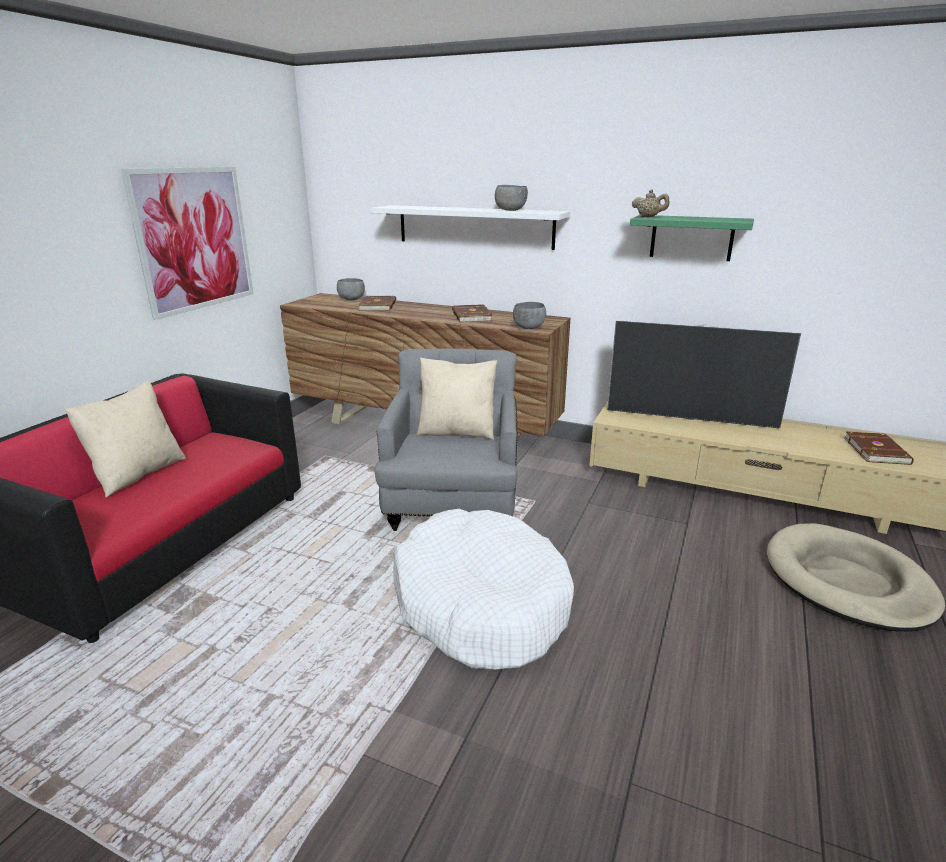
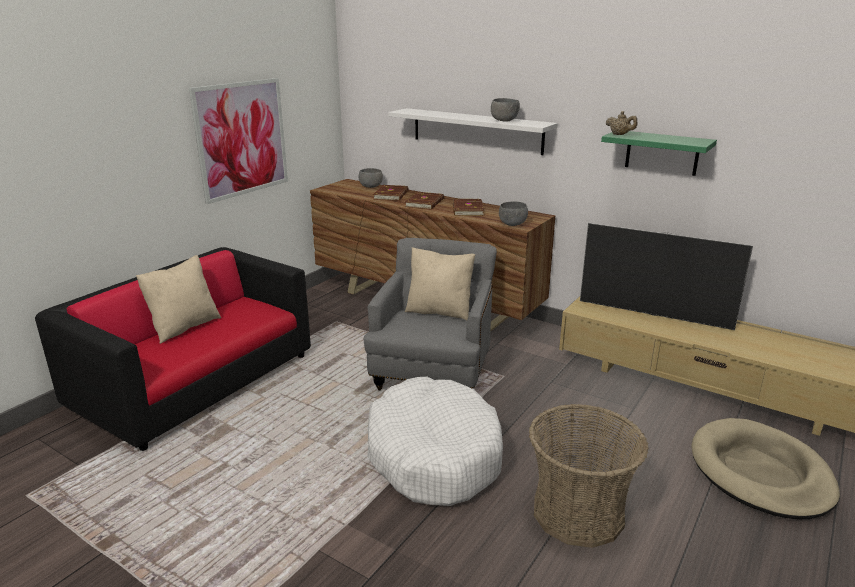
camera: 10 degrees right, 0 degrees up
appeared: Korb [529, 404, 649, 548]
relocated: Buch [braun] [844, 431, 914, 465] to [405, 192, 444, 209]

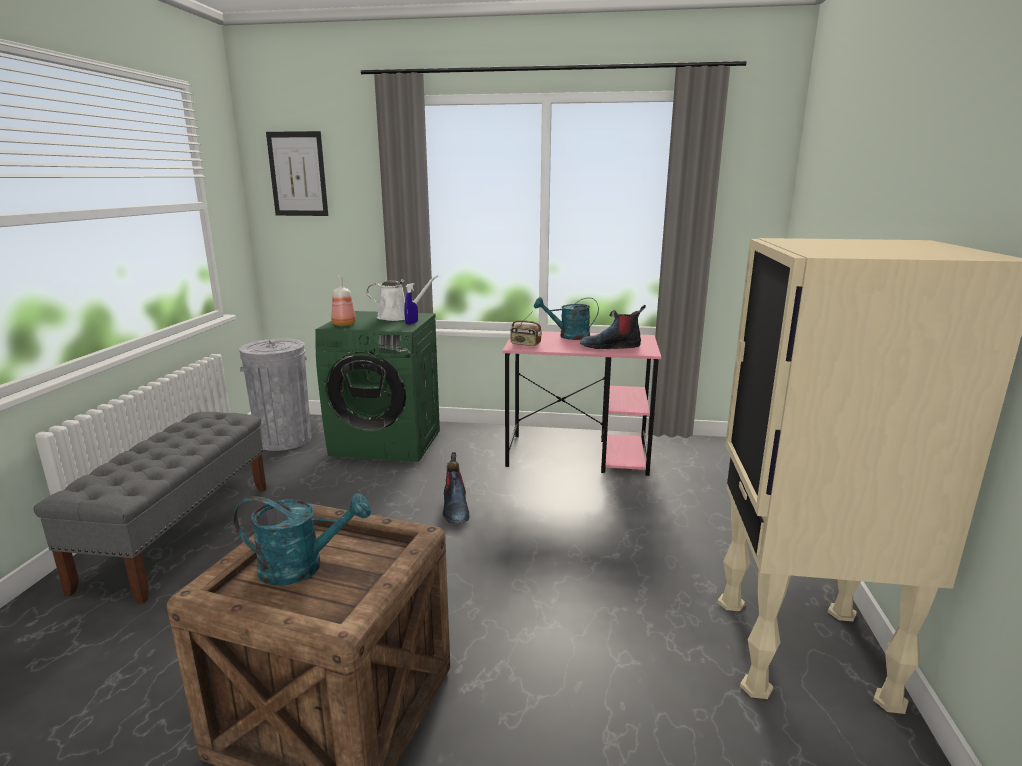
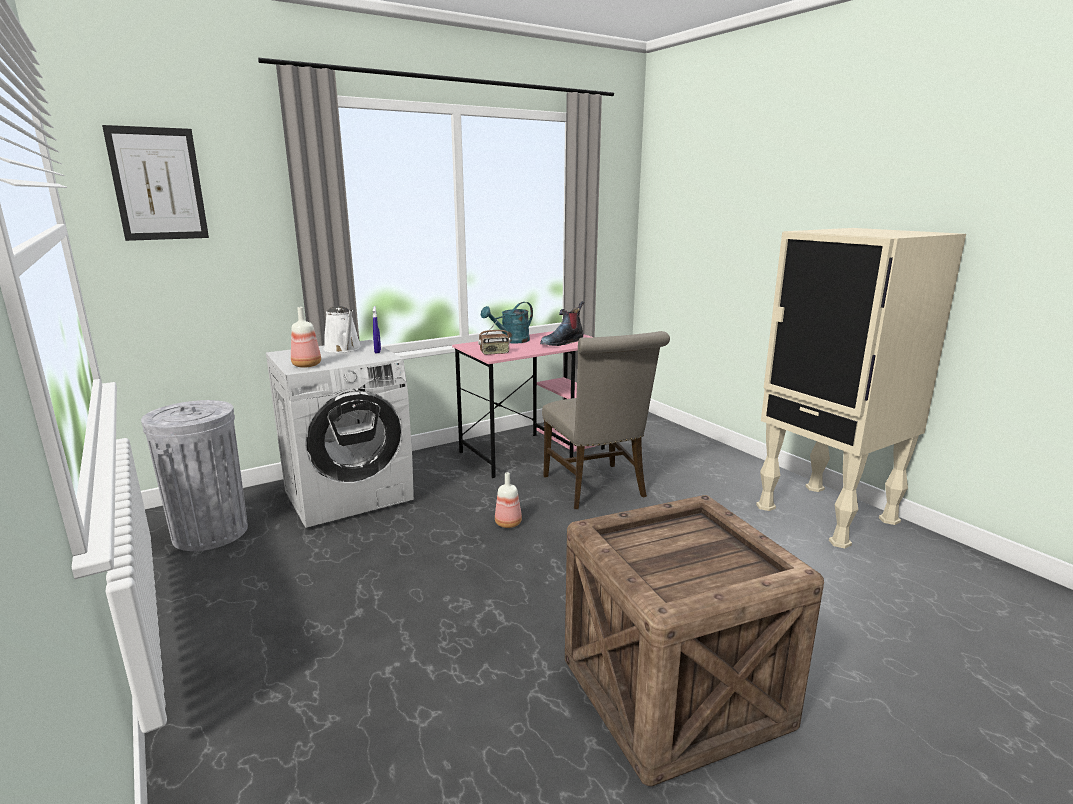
camera: 40 degrees left, 0 degrees up
missing: Bank [grau] [34, 412, 267, 604]; Gießkanne [türkis] [233, 493, 371, 585]
appeared: Stuhl [beige] [542, 331, 670, 509]
exchanged: Stiefel [443, 452, 469, 524] to Flasche [495, 472, 522, 528]
colour: Waschmaschine [grün] [315, 311, 440, 462] to Waschmaschine [weiß] [266, 340, 414, 528]
spun: Gießkanne [weiß] [367, 275, 438, 321] = [323, 306, 361, 353] 105 degrees clockwise

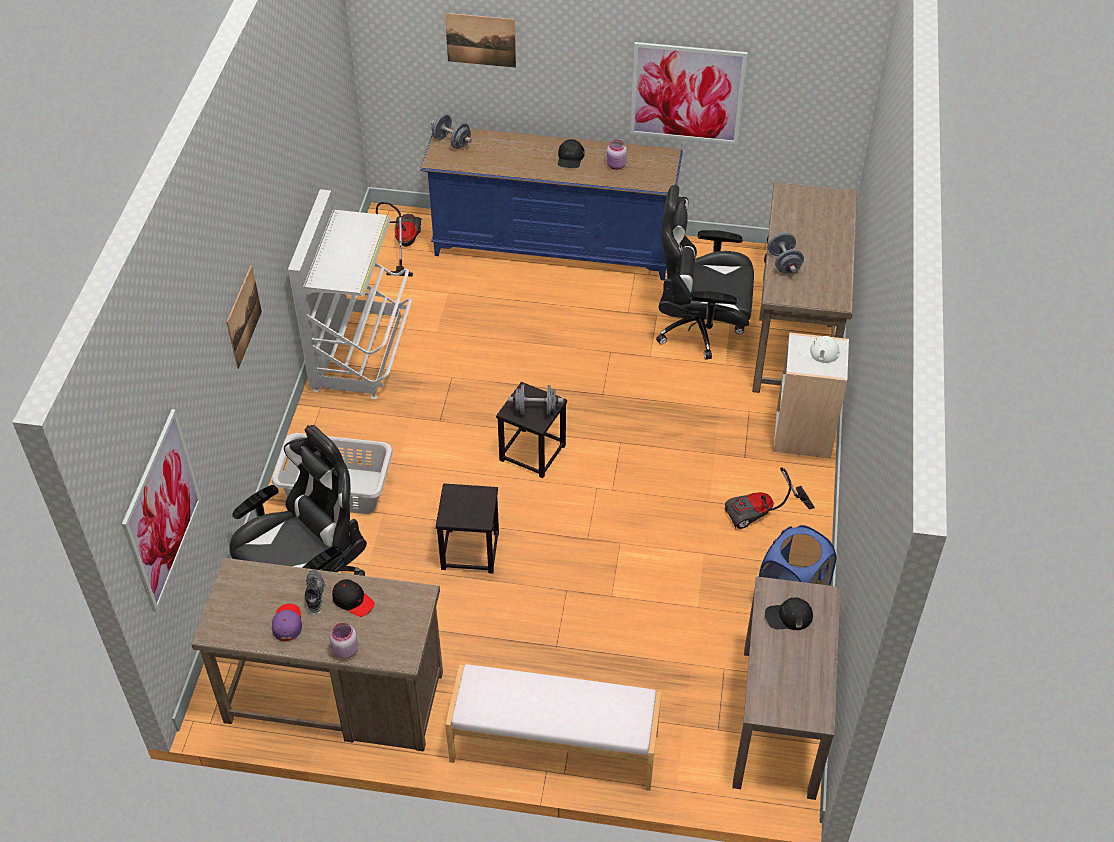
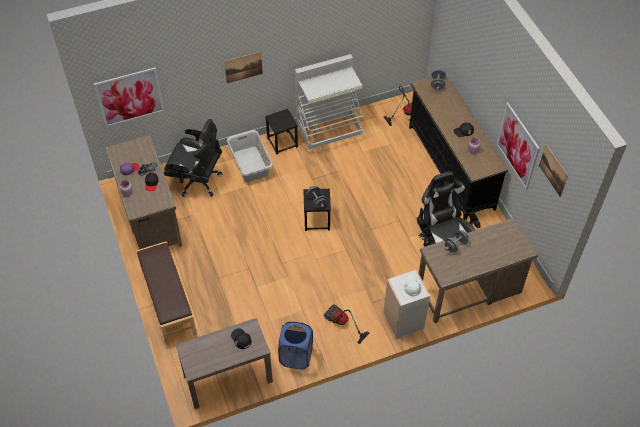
camera: 60 degrees right, 5 degrees up
relocated: Bild [445, 13, 516, 68] to [539, 144, 568, 197]; Hocker [schwarz] [436, 483, 499, 574] to [265, 109, 298, 155]
colour: Schrank [blau] [420, 127, 683, 280] to Schrank [schwarz] [409, 76, 508, 220]; Bank [weiß] [445, 664, 662, 791] to Bank [braun] [136, 241, 197, 345]

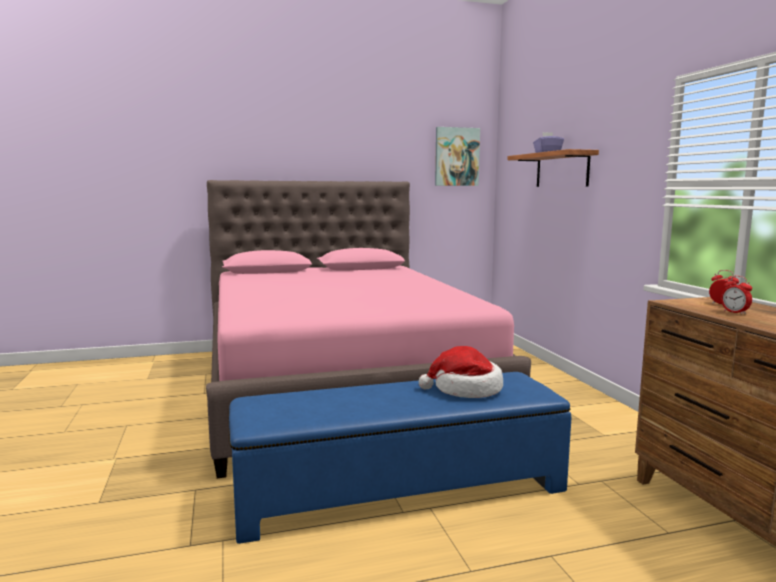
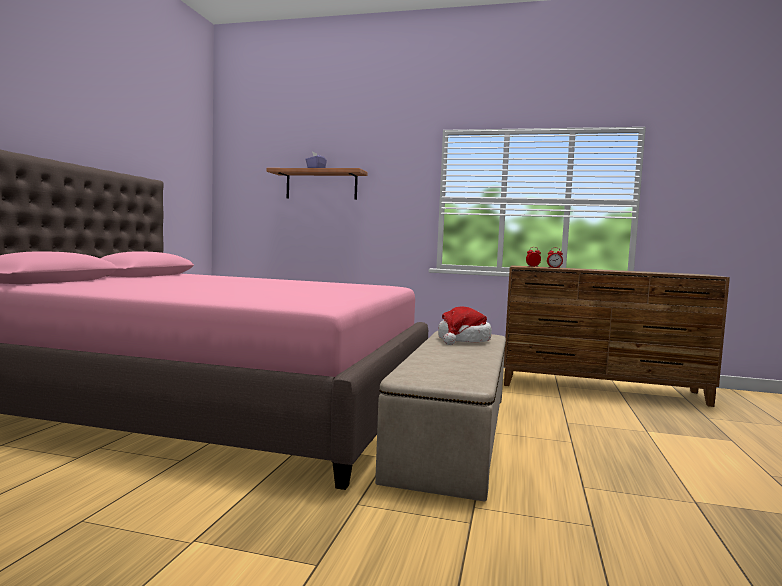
camera: 60 degrees left, 5 degrees down
missing: Bild [435, 127, 480, 186]
colour: Bank [blau] [229, 372, 572, 544] to Bank [beige] [375, 331, 506, 502]

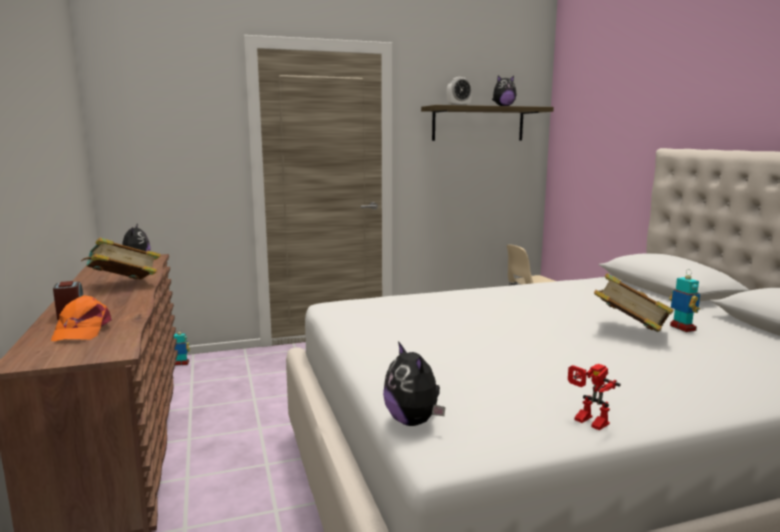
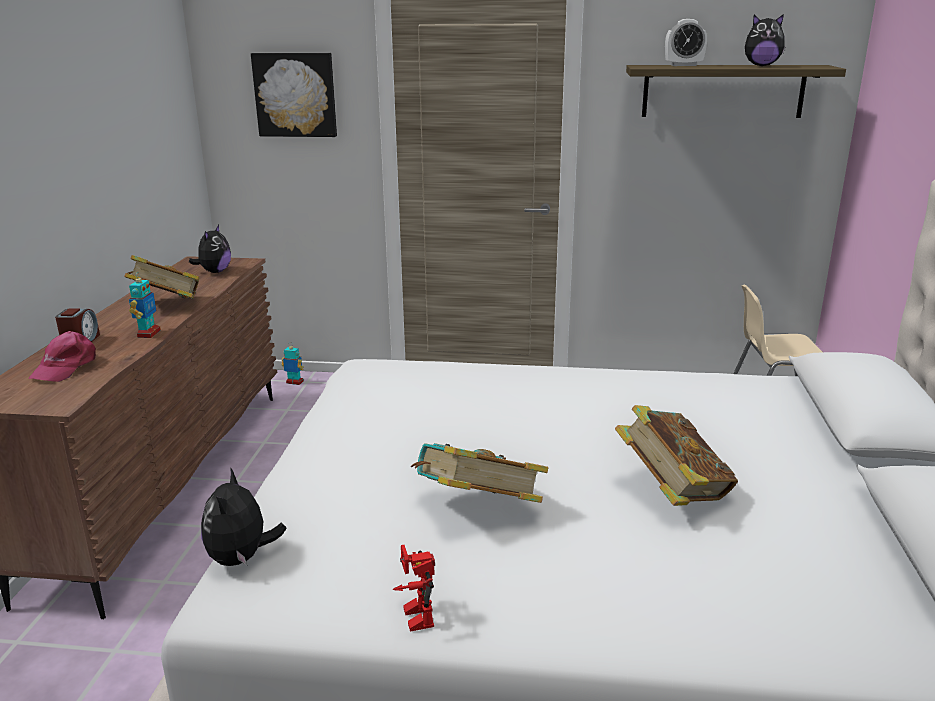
camera: 25 degrees right, 10 degrees up
appeared: Bild [251, 53, 337, 137]; Buch [411, 443, 548, 503]
relocated: Spielzeugroboter [669, 269, 700, 332] to [129, 272, 161, 338]
colour: Kappe [orange] [51, 295, 112, 341] to Kappe [rosa] [28, 331, 96, 382]

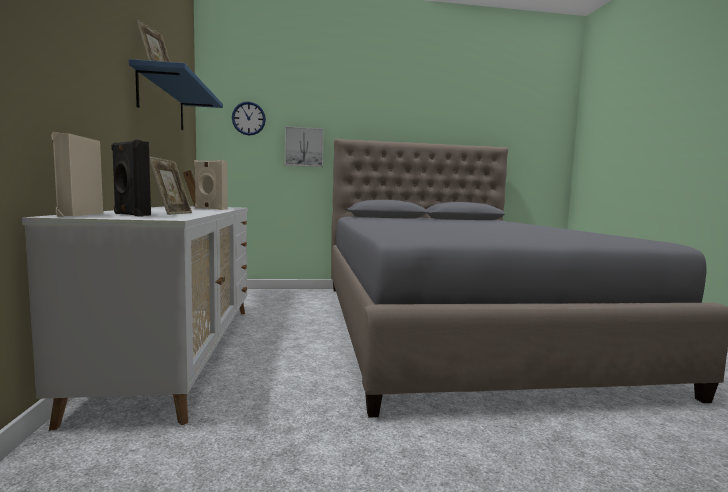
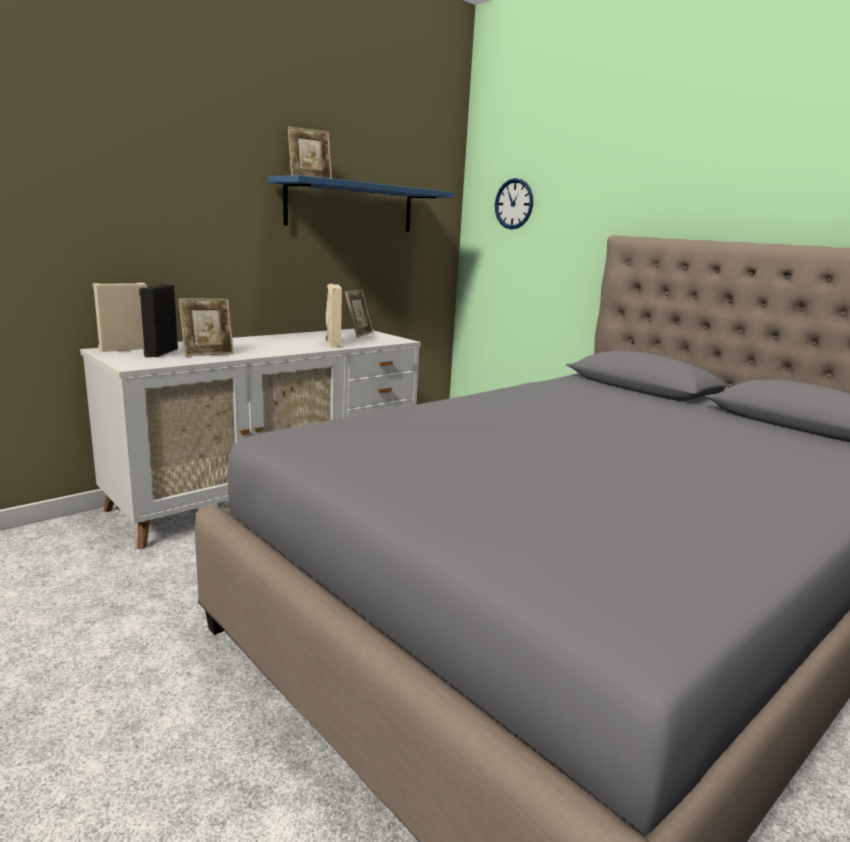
camera: 55 degrees right, 10 degrees up
missing: Bild [285, 126, 324, 167]

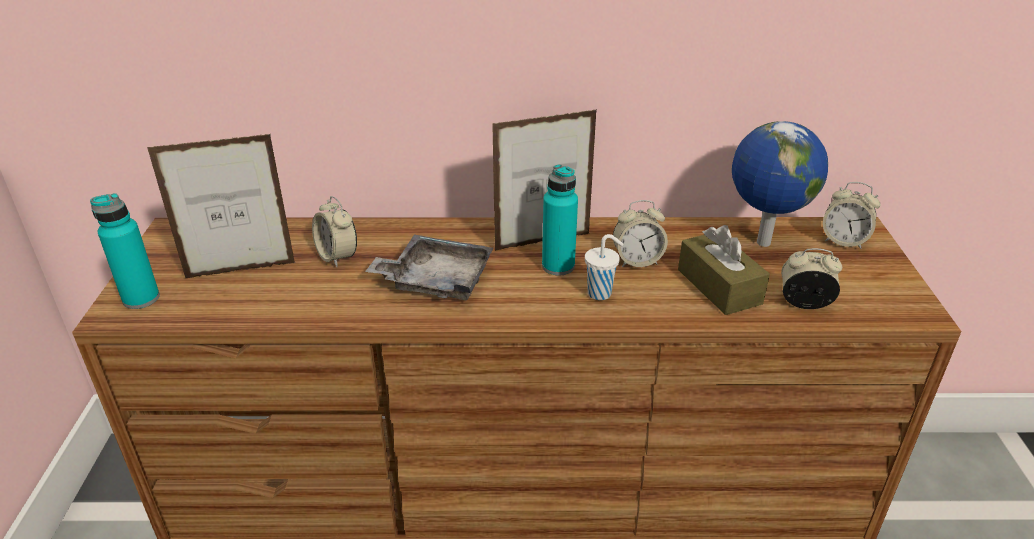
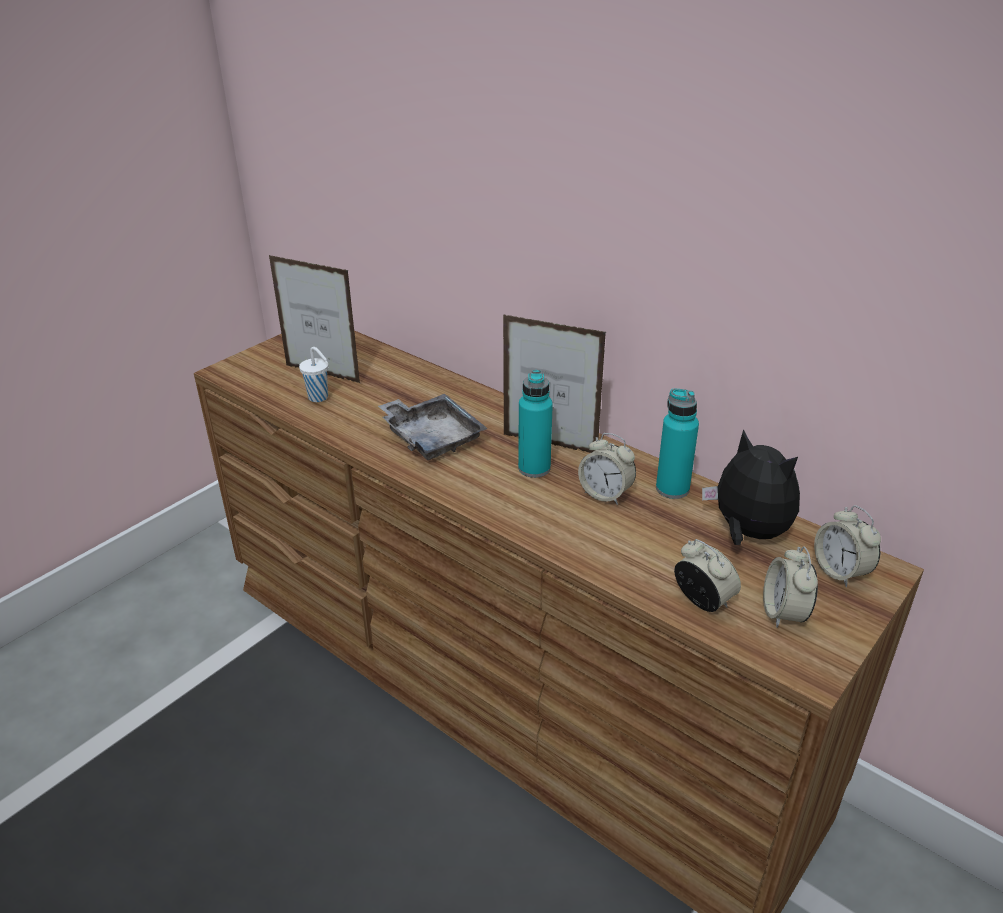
camera: 40 degrees right, 0 degrees up
missing: Taschentuchbox [braun] [678, 225, 770, 315]
relocated: Flasche [türkis] [90, 193, 160, 309] to [656, 389, 699, 499]; Wecker [312, 196, 357, 267] to [763, 546, 818, 628]; Tasse [weiß] [585, 234, 624, 300] to [299, 347, 329, 402]
exchanged: Globus [732, 121, 828, 247] to Plüschtier [702, 429, 800, 545]

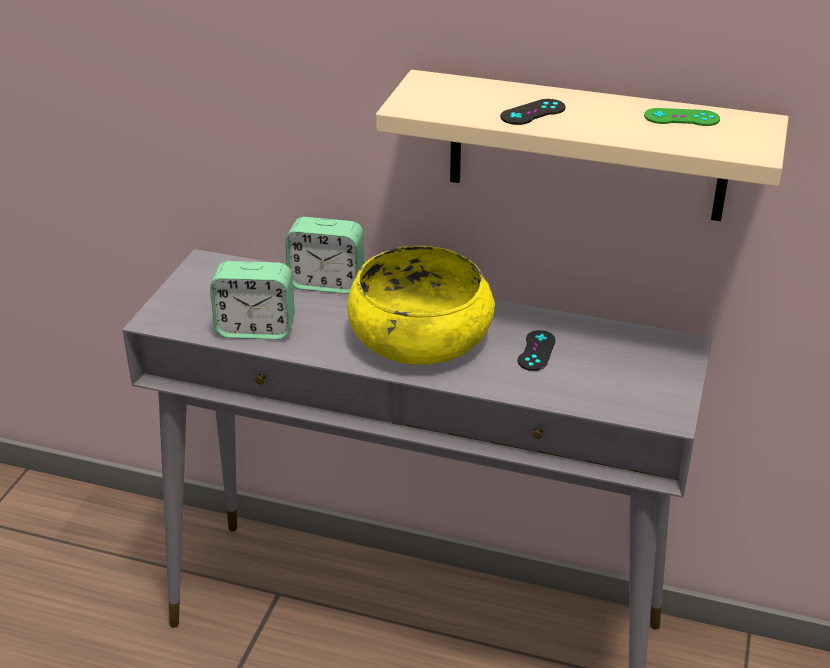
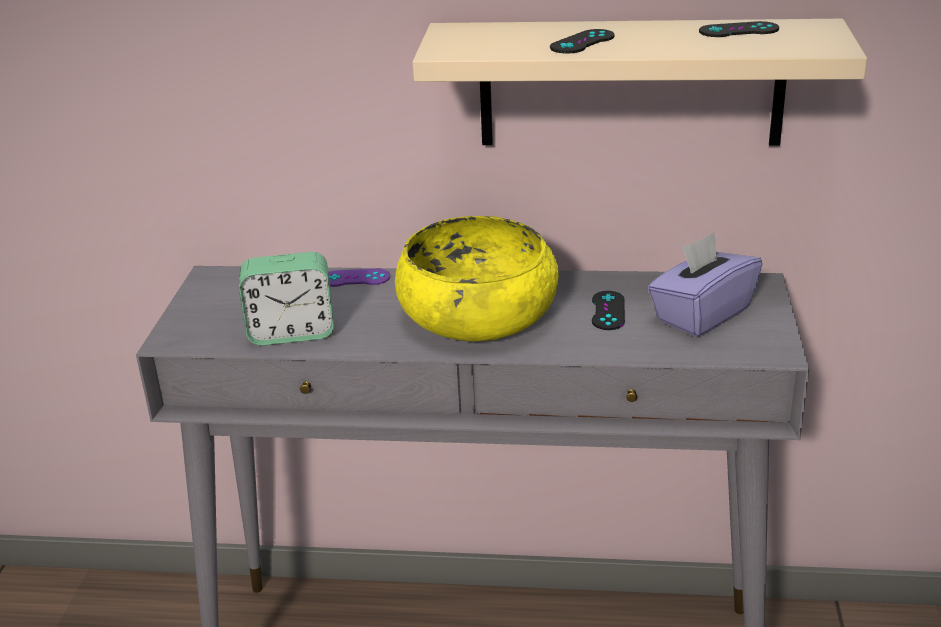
camera: 10 degrees left, 5 degrees down
appeared: Taschentuchbox [lila] [648, 232, 763, 337]
exchanged: Wecker [285, 217, 364, 294] to Gamepad [lila] [328, 269, 390, 287]
colour: Gamepad [grün] [644, 108, 720, 126] to Gamepad [schwarz] [699, 21, 779, 37]

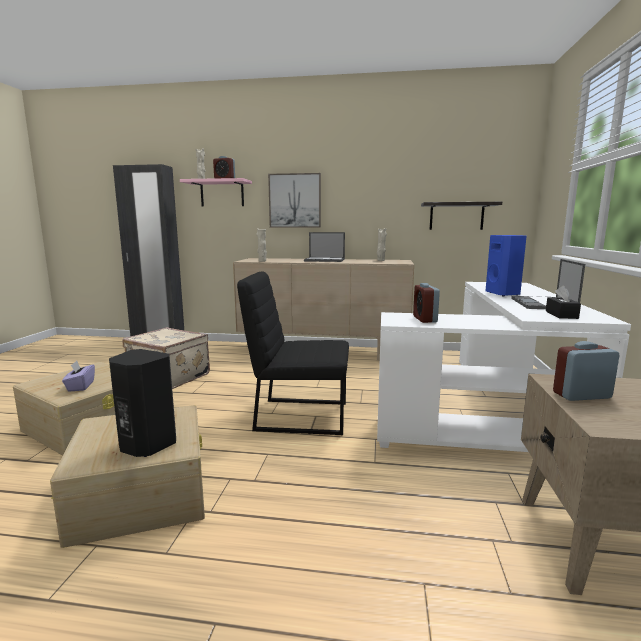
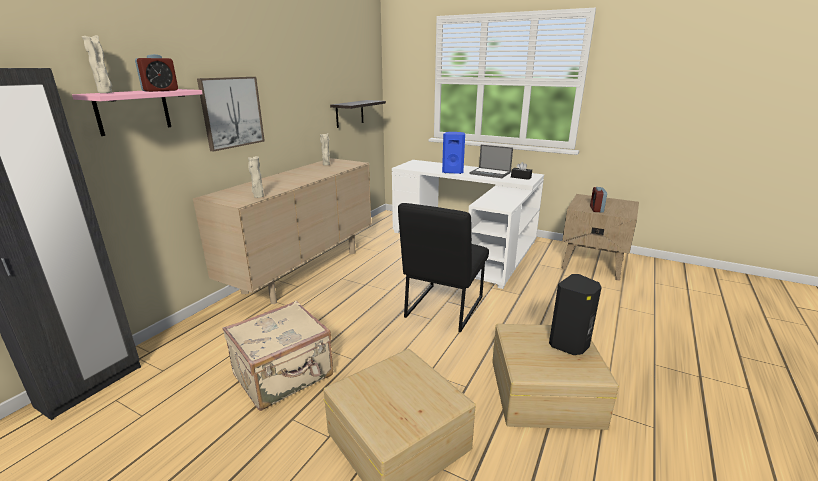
camera: 70 degrees left, 10 degrees up
missing: Laptop [304, 232, 345, 262]; Wecker [413, 283, 440, 323]; Taschentuchbox [lila] [62, 361, 95, 392]

